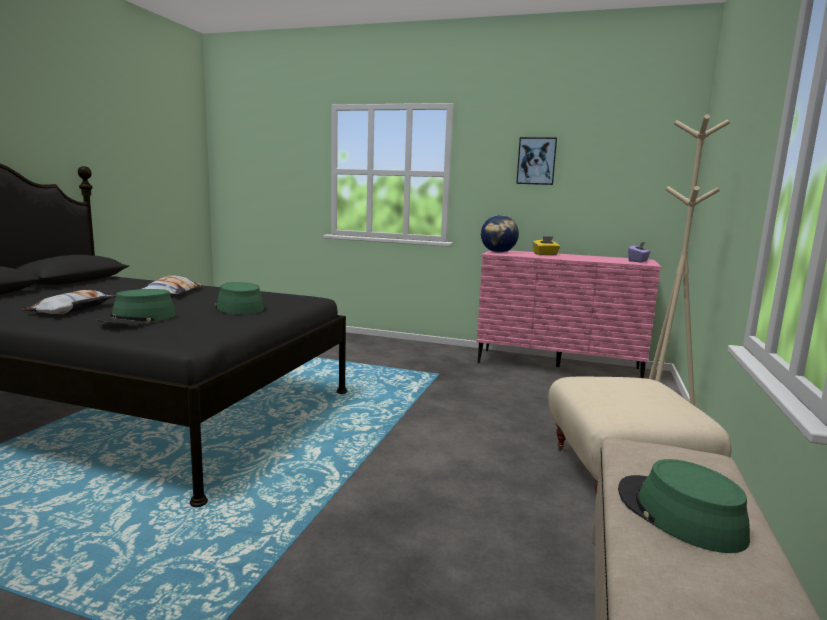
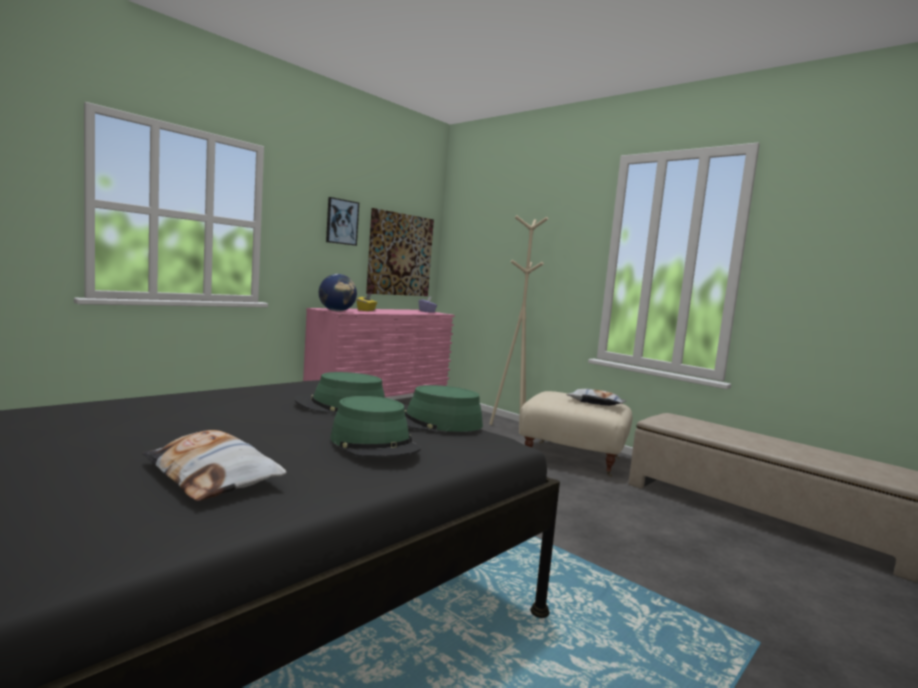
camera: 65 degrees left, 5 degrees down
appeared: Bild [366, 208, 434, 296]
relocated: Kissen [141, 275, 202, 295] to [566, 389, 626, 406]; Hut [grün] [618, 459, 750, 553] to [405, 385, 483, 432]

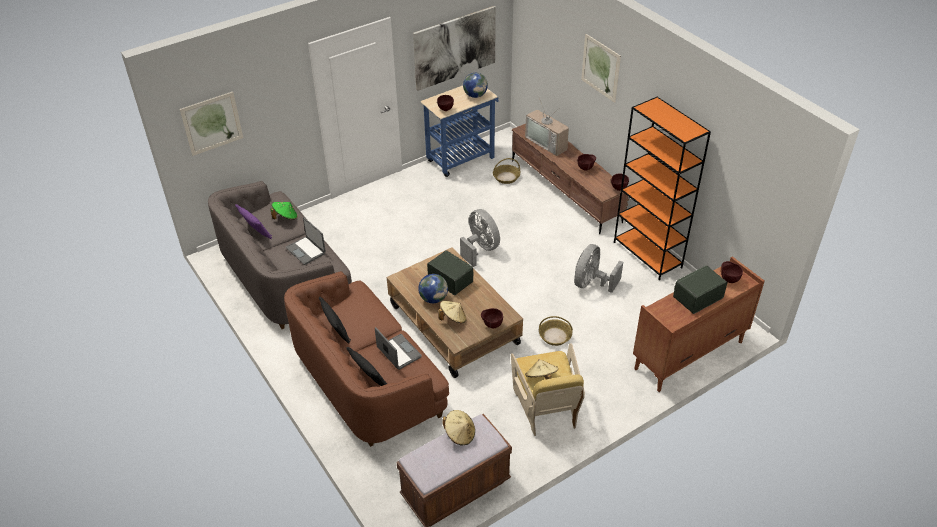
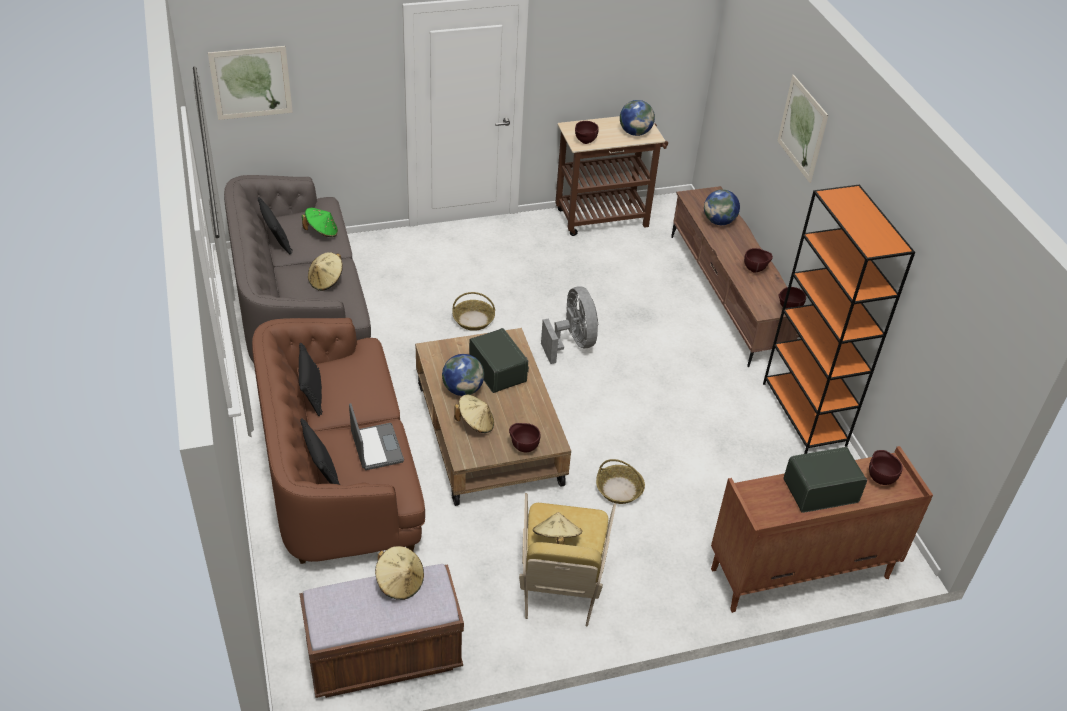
camera: 15 degrees right, 0 degrees up
missing: Bild [413, 6, 496, 91]; Ventilator [grau] [574, 244, 623, 293]
relocated: Korb [493, 158, 520, 184] to [452, 292, 495, 331]
exchanged: Fernseher [525, 96, 569, 156] to Globus [704, 189, 740, 225]; Laptop [286, 217, 326, 265] to Hut [beige] [308, 252, 343, 291]
colour: Rollwagen [blau] [421, 86, 499, 177] to Rollwagen [braun] [555, 116, 668, 236]; Kissen [lila] [235, 204, 272, 239] to Kissen [schwarz] [258, 197, 293, 255]

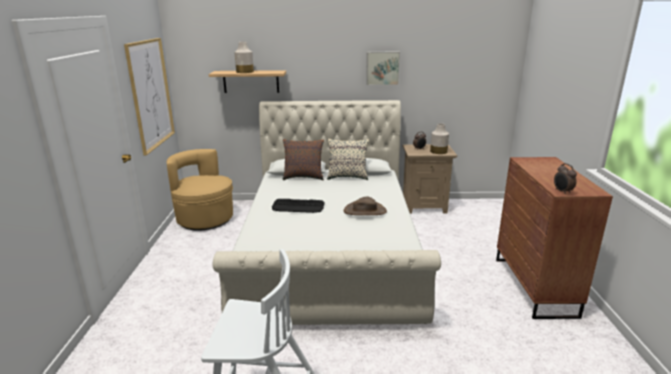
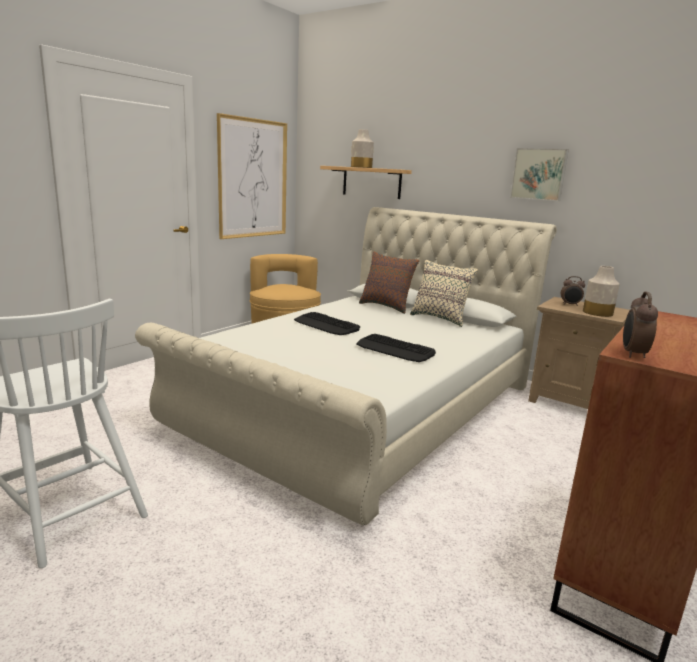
camera: 35 degrees right, 5 degrees down
exchanged: Hut [braun] [344, 196, 387, 215] to Tastatur [356, 334, 436, 362]

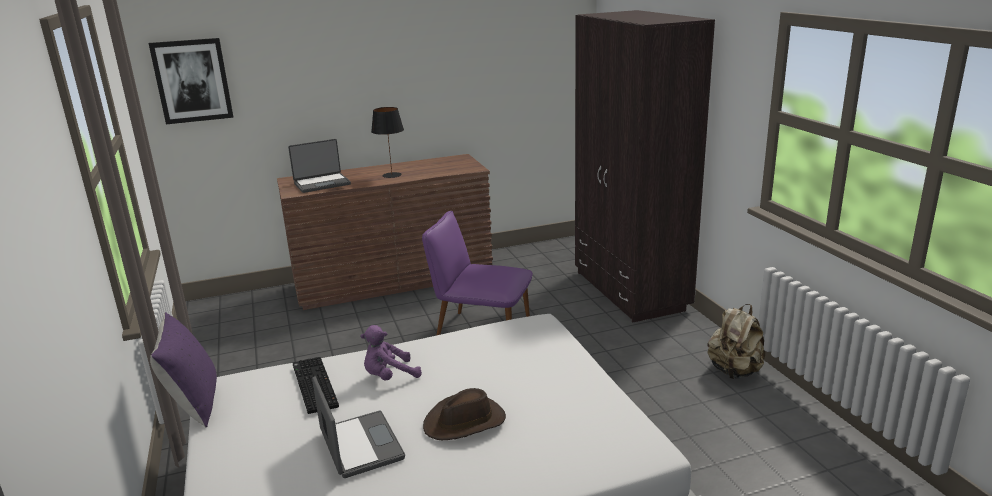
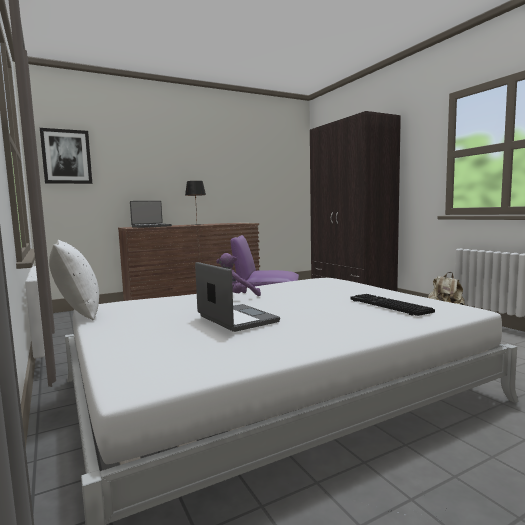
camera: 10 degrees left, 15 degrees down
missing: Hut [braun] [423, 388, 506, 440]
relocated: Tastatur [293, 357, 339, 414] to [350, 294, 435, 316]
colour: Kissen [lila] [150, 312, 217, 427] to Kissen [weiß] [49, 240, 99, 321]

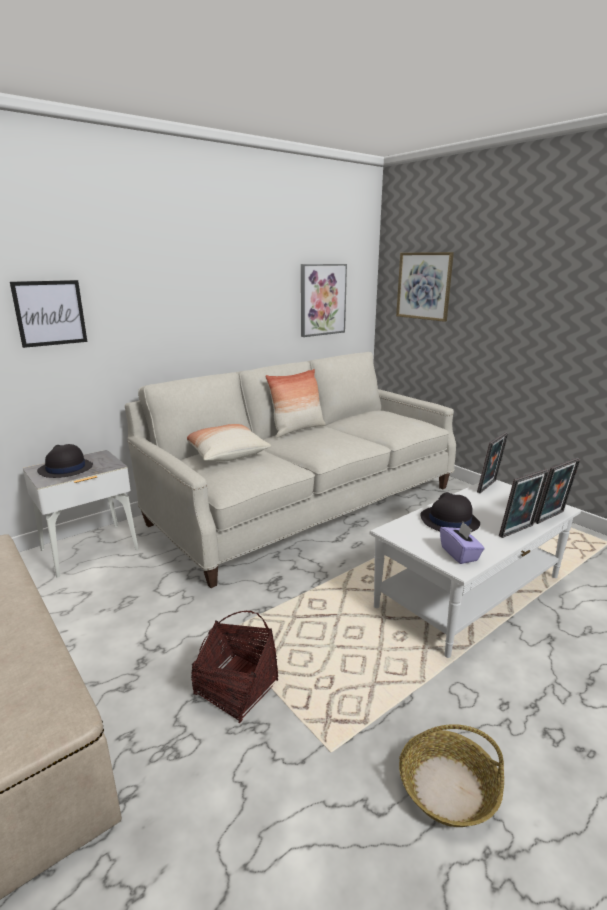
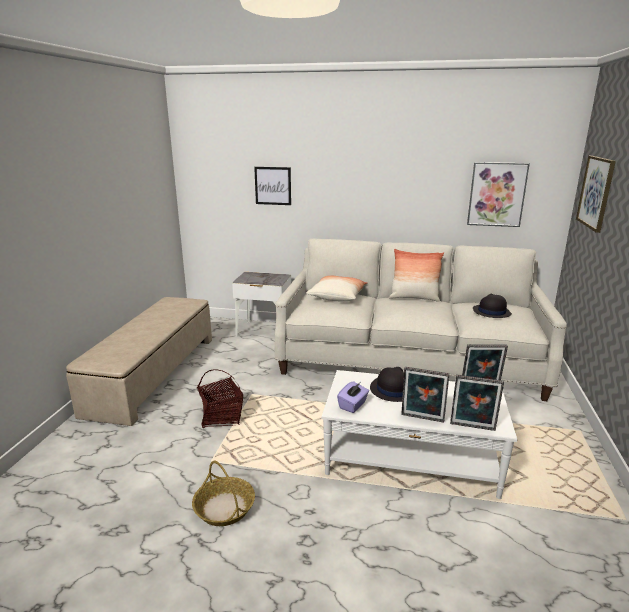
camera: 50 degrees right, 0 degrees up
relocated: Hut [schwarz] [37, 444, 93, 478] to [473, 294, 512, 318]

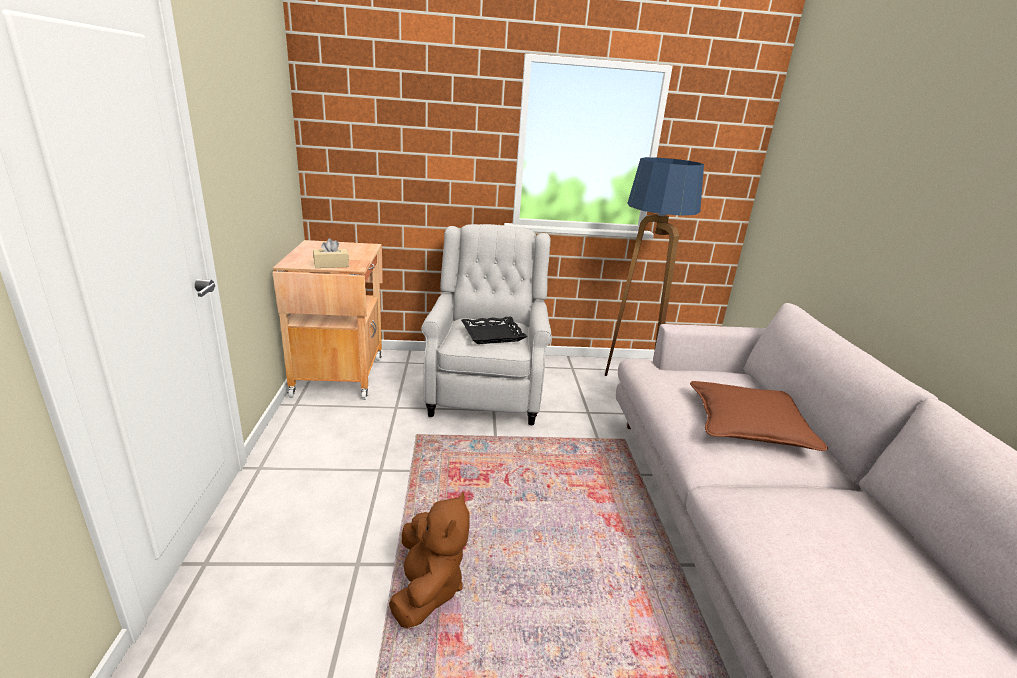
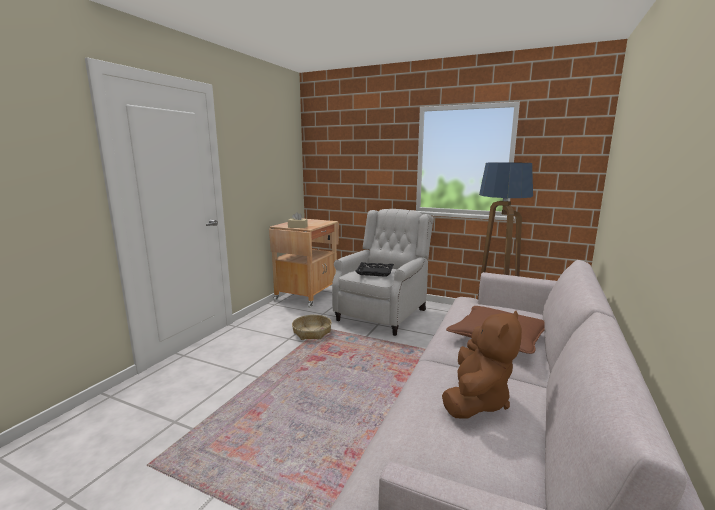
camera: 30 degrees right, 10 degrees down
appeared: Korb [292, 315, 332, 340]
relocated: Plüschtier [braun] [389, 491, 470, 628] to [442, 311, 522, 419]

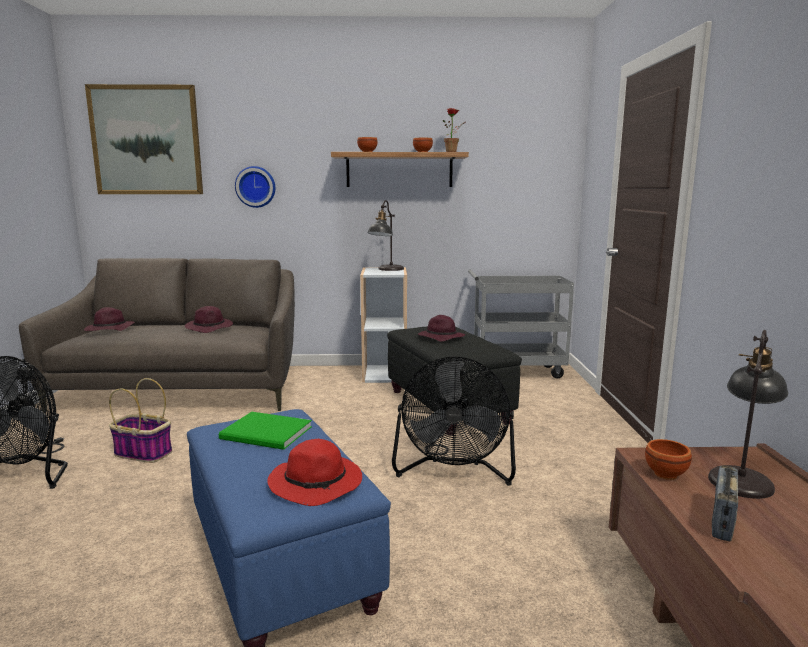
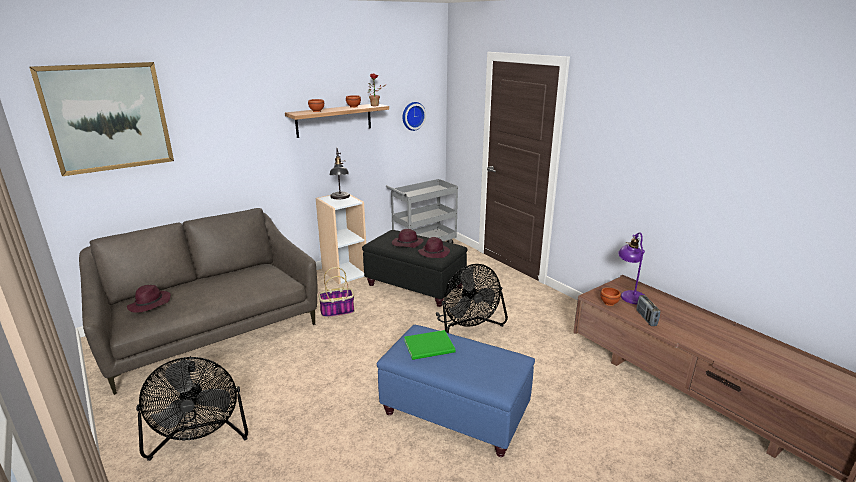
camera: 35 degrees left, 10 degrees up
missing: Hut [rot] [267, 439, 362, 506]
relocated: Wanduhr [235, 166, 275, 208] to [402, 102, 426, 131]; Hut [lila] [185, 306, 233, 333] to [418, 237, 450, 258]; Korb [109, 378, 172, 463] to [318, 267, 354, 318]
colour: Tischlampe [grau] [708, 330, 788, 499] to Tischlampe [lila] [618, 232, 646, 305]

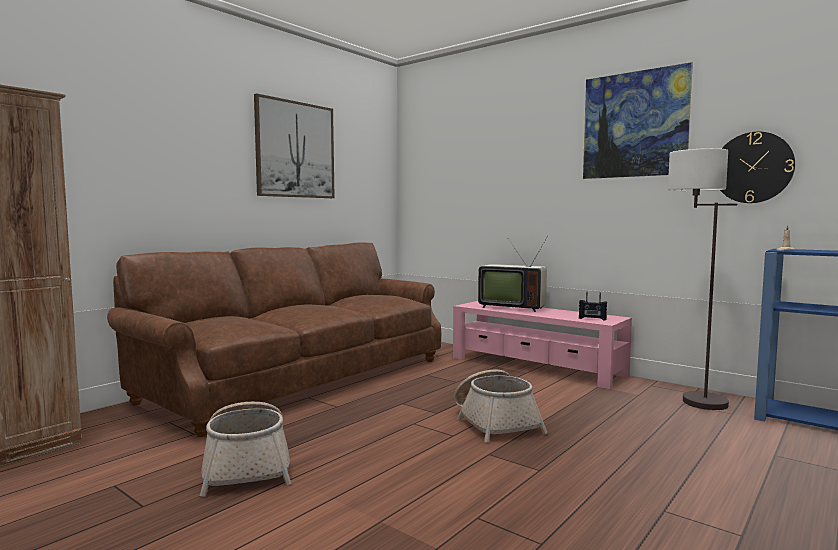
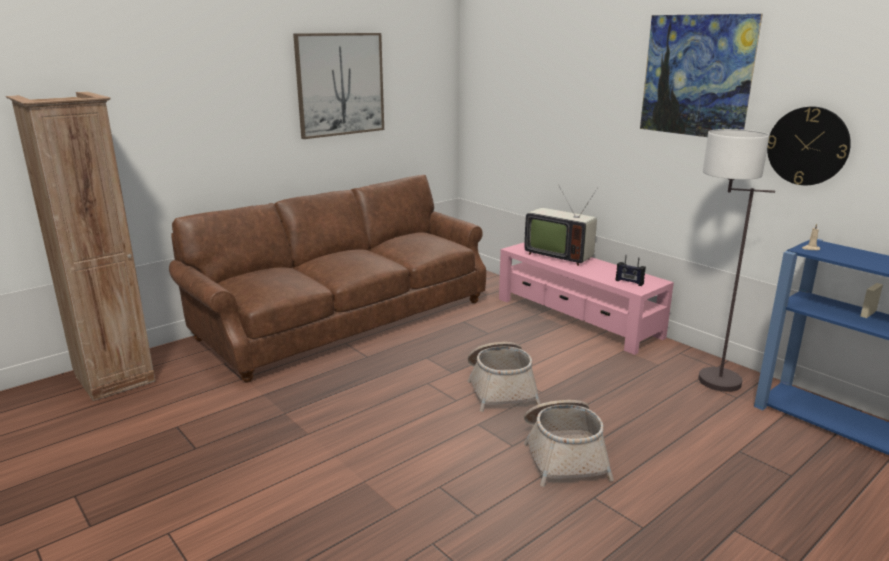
camera: 10 degrees right, 15 degrees up
relocated: Korb [200, 402, 292, 497] to [524, 400, 614, 487]

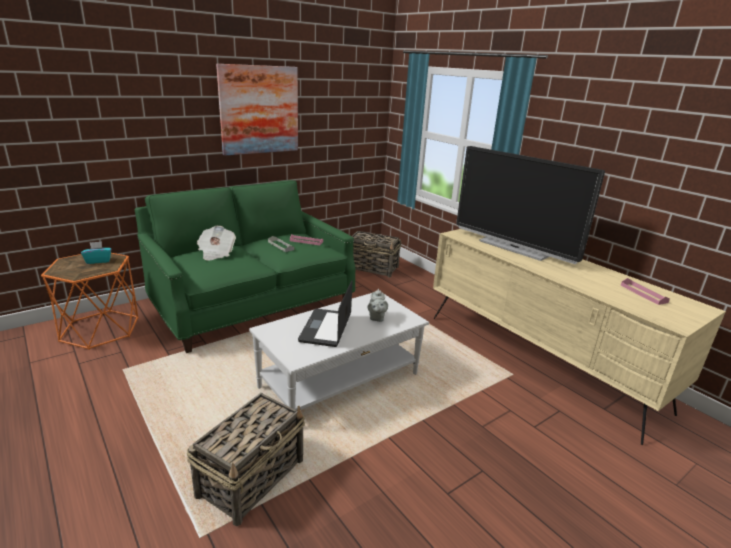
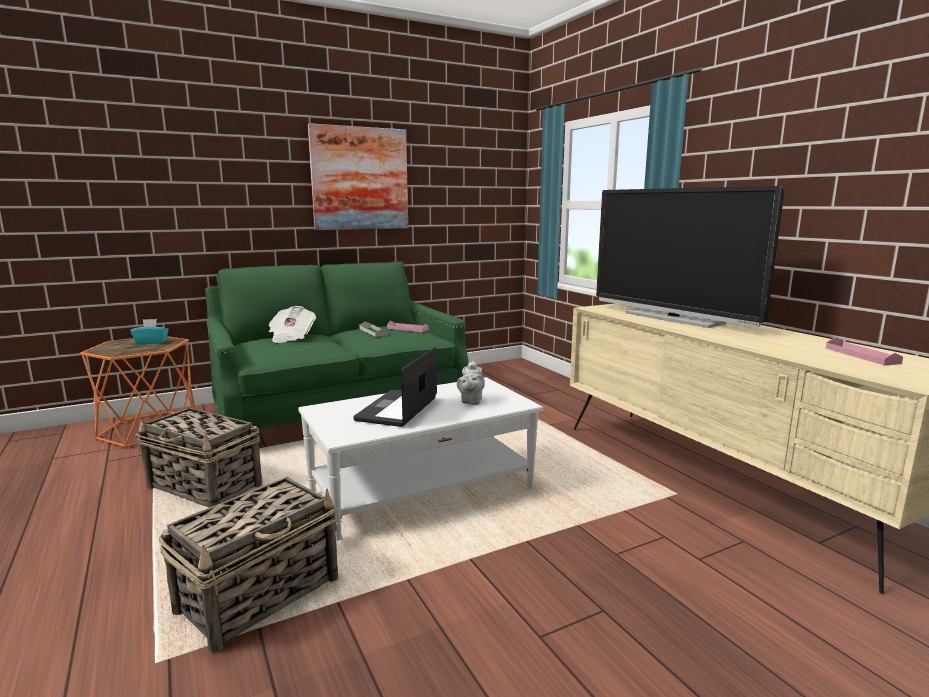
camera: 10 degrees right, 10 degrees down
relocated: Korb [352, 231, 402, 278] to [135, 408, 262, 508]

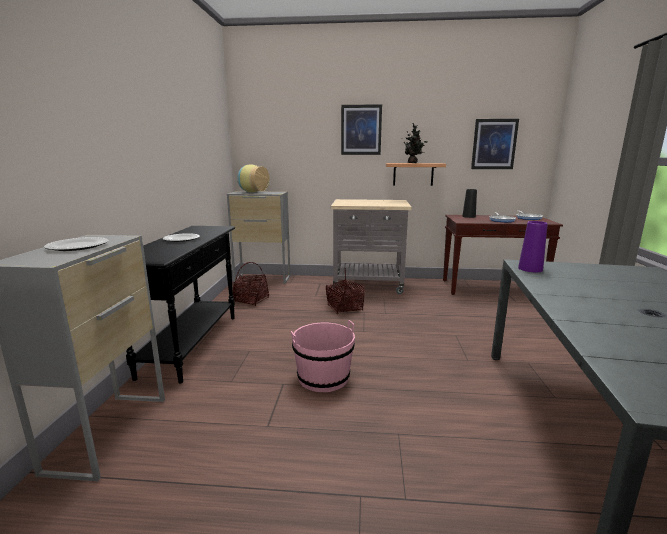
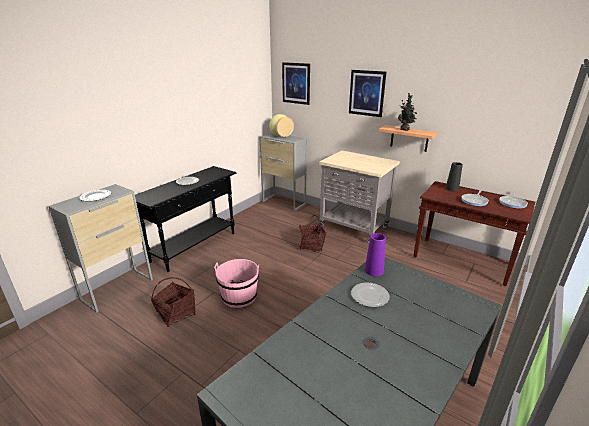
camera: 30 degrees right, 10 degrees up
appeared: Teller [351, 283, 390, 307]
relocated: Bild [471, 119, 519, 169] to [282, 62, 310, 105]; Korb [233, 262, 269, 306] to [151, 277, 196, 327]

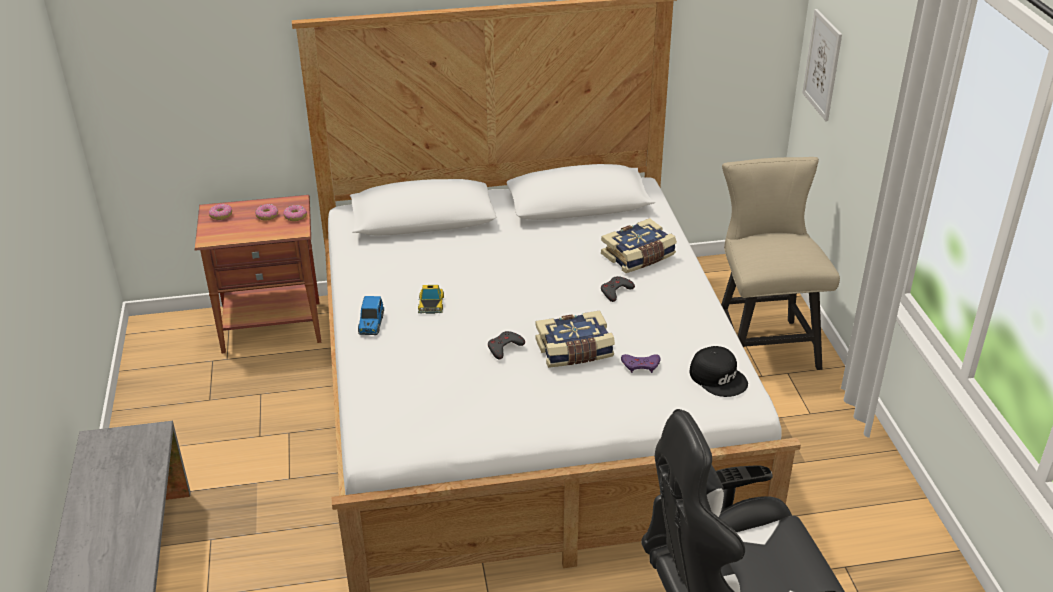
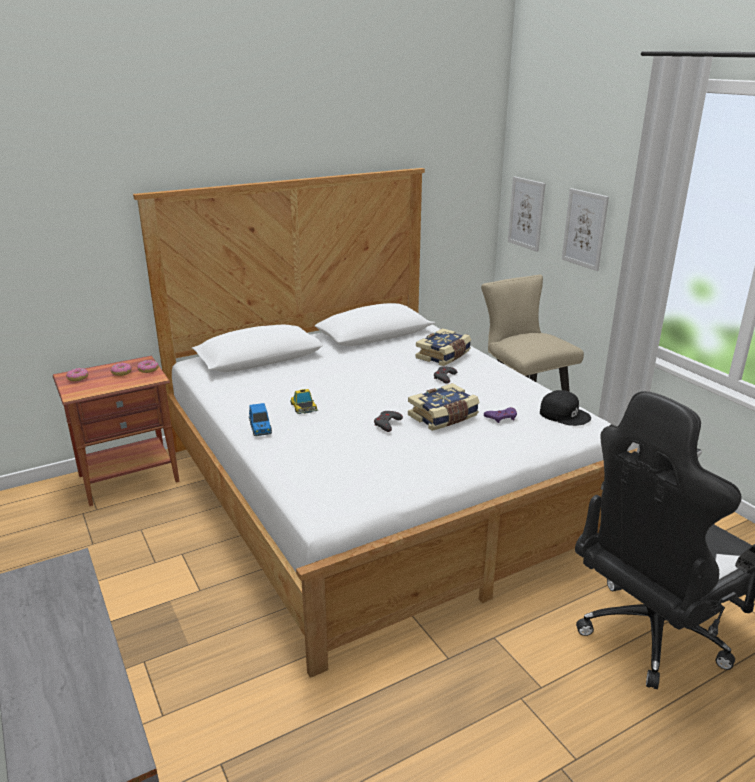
camera: 20 degrees left, 10 degrees down
appeared: Bild [562, 188, 609, 271]

